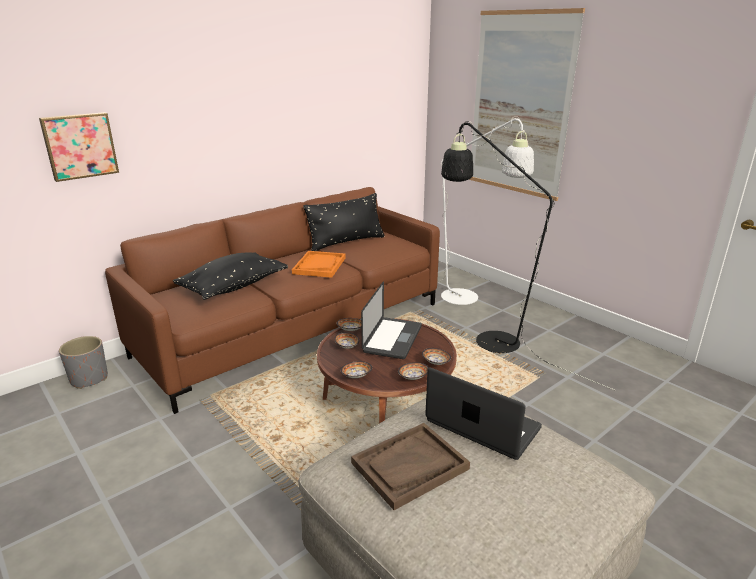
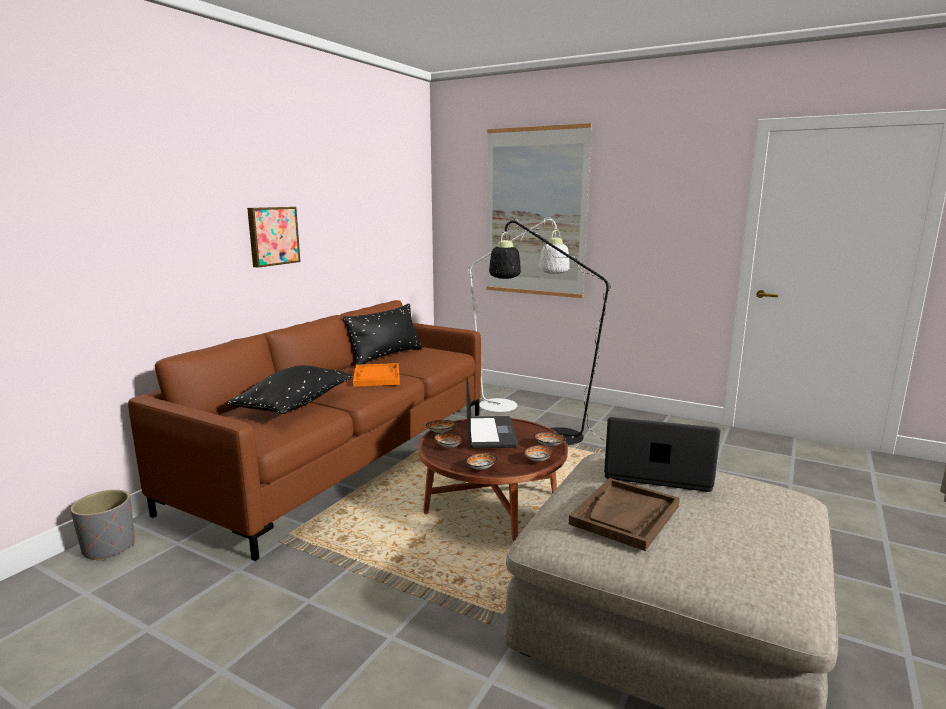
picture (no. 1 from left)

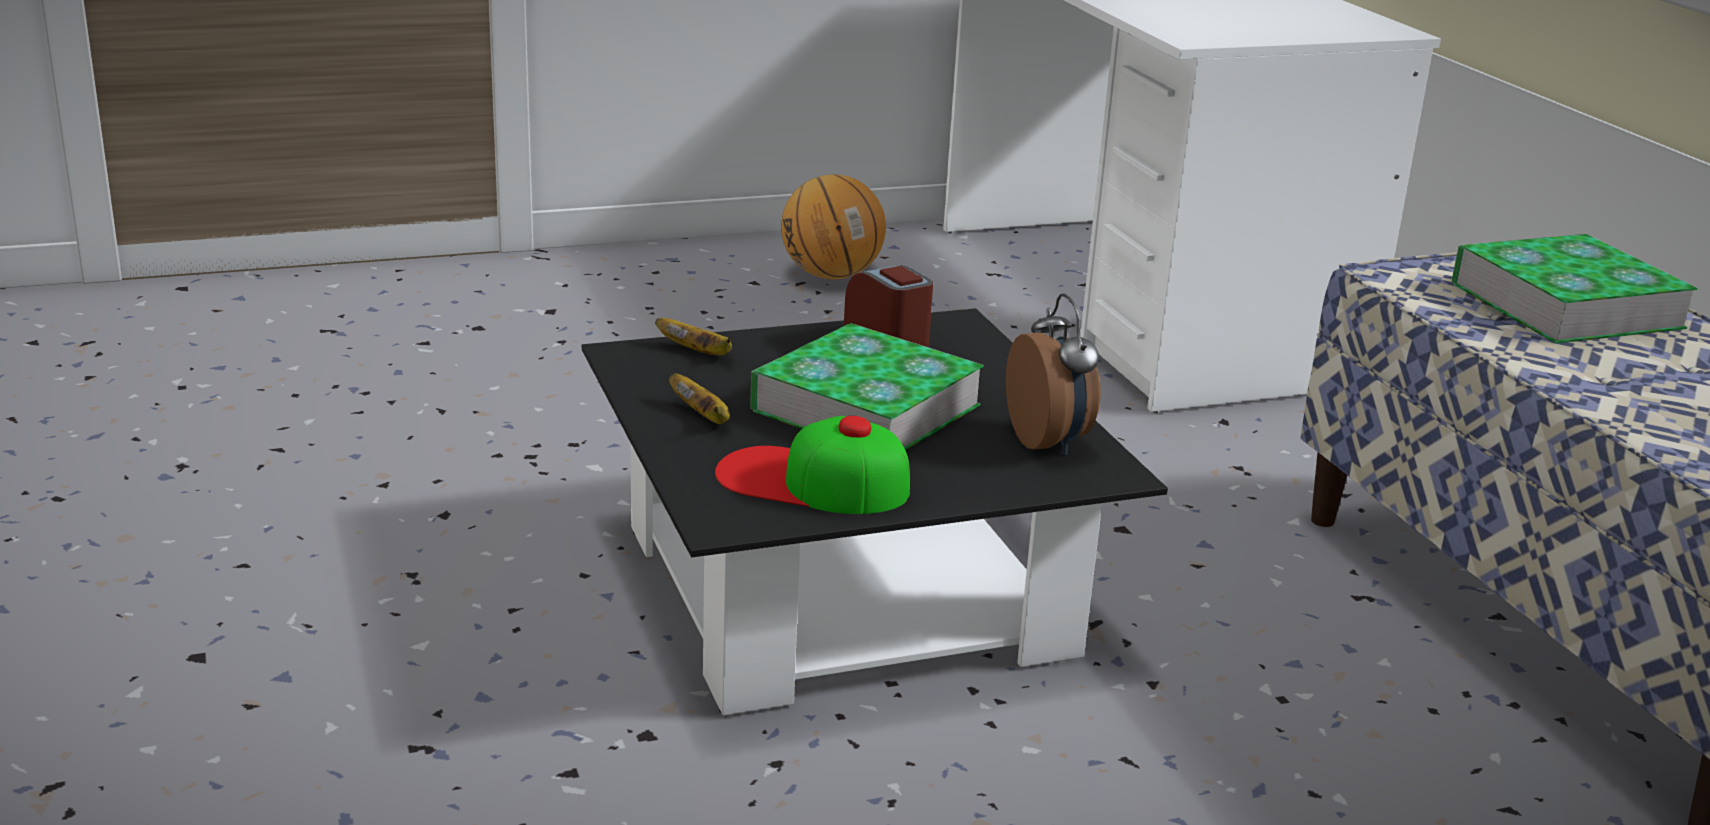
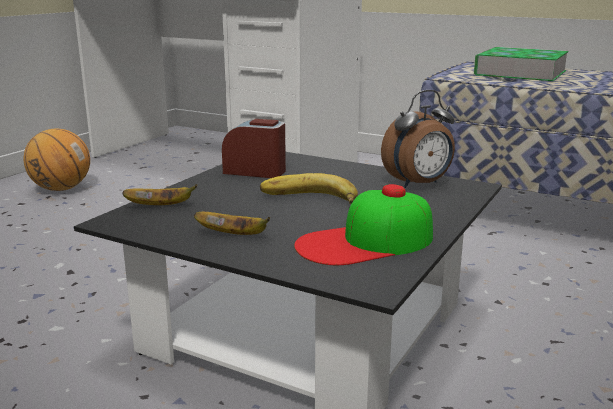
banana (no. 3 from left)
alarm clock (no. 2 from left)

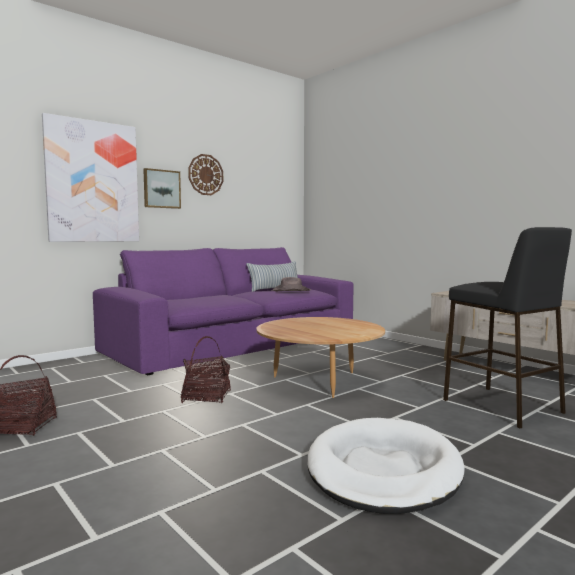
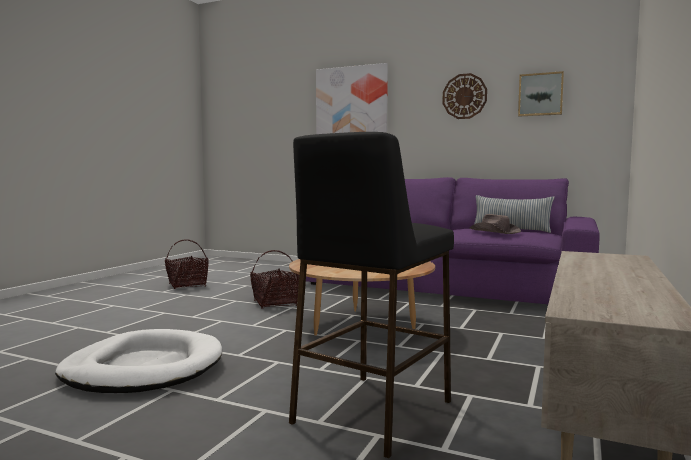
picture (no. 2 from left)

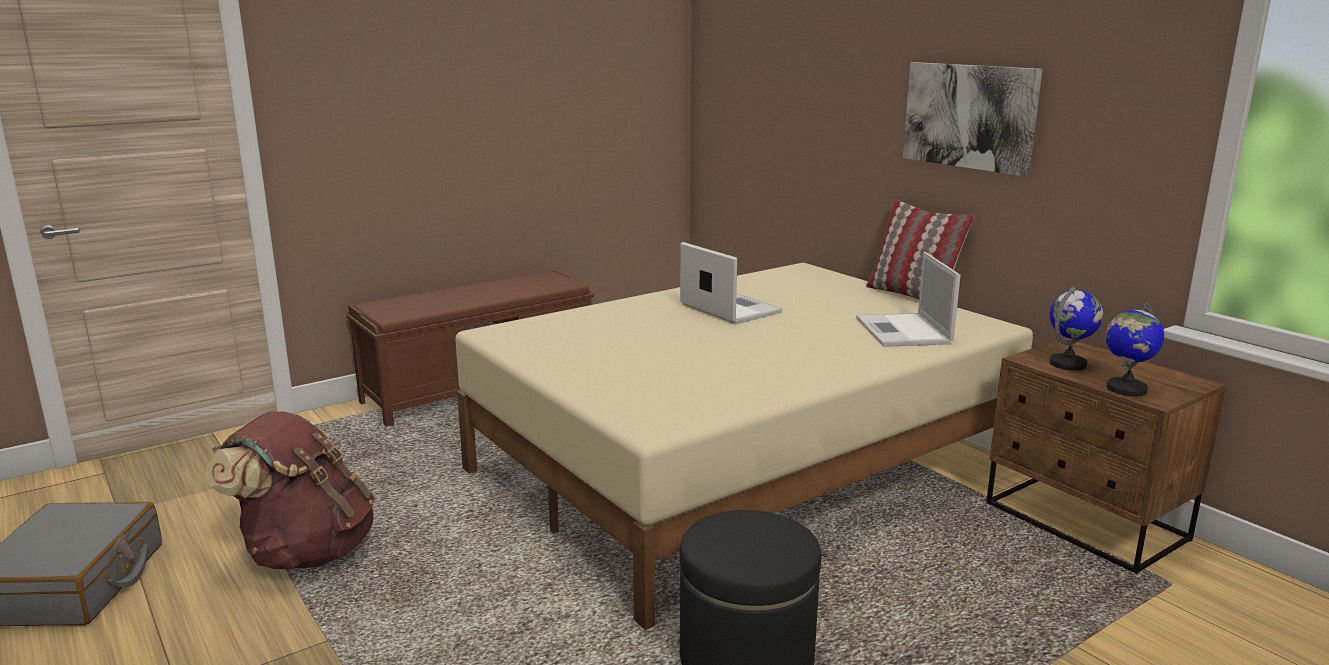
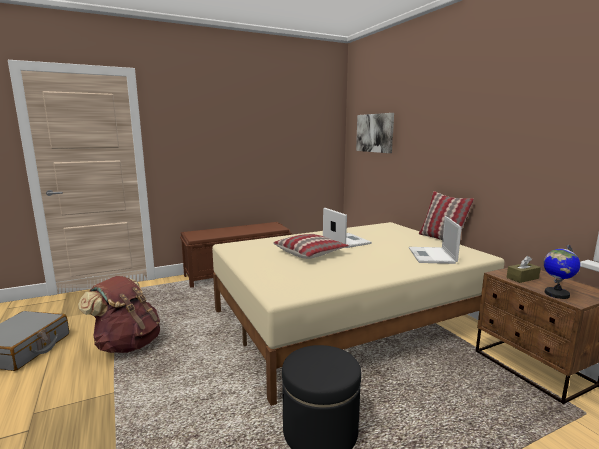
pillow (no. 1 from left)
picture
brown tissue box

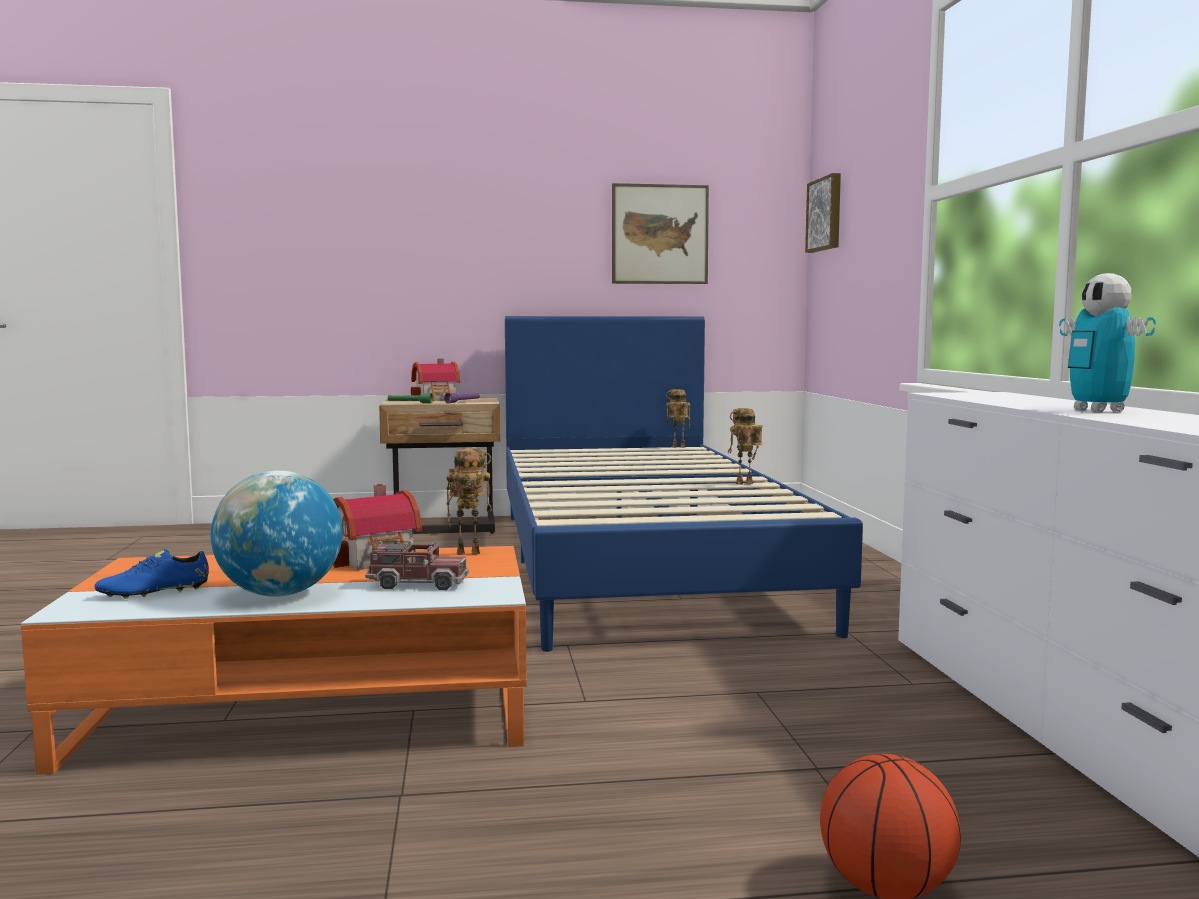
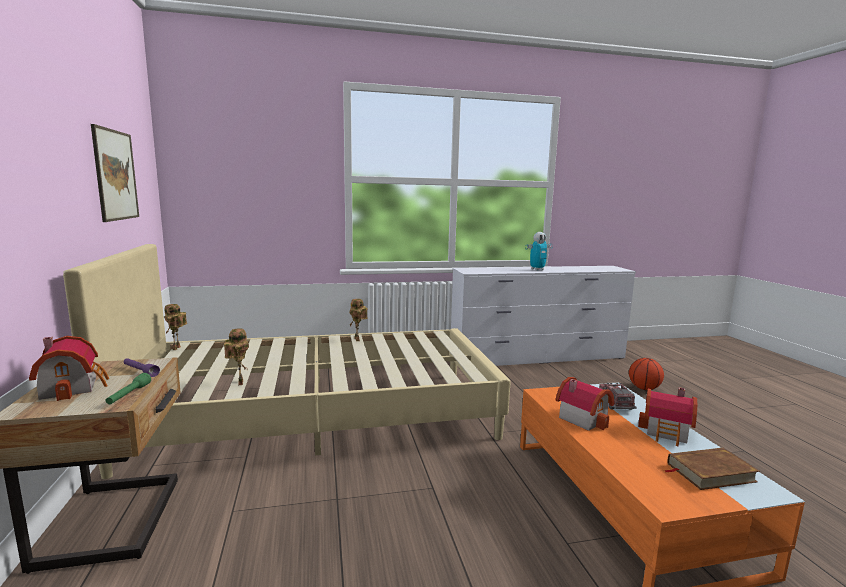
beige bed
toy robot (no. 2 from left)
toy house (no. 3 from left)
brown book
picture (no. 2 from left in the first image)

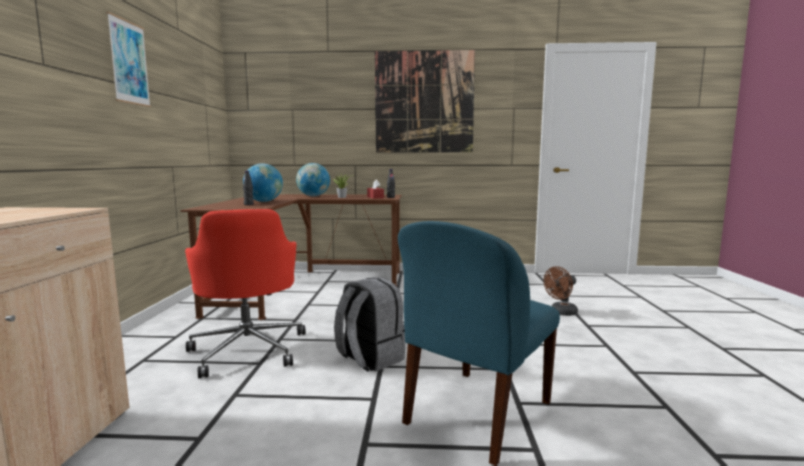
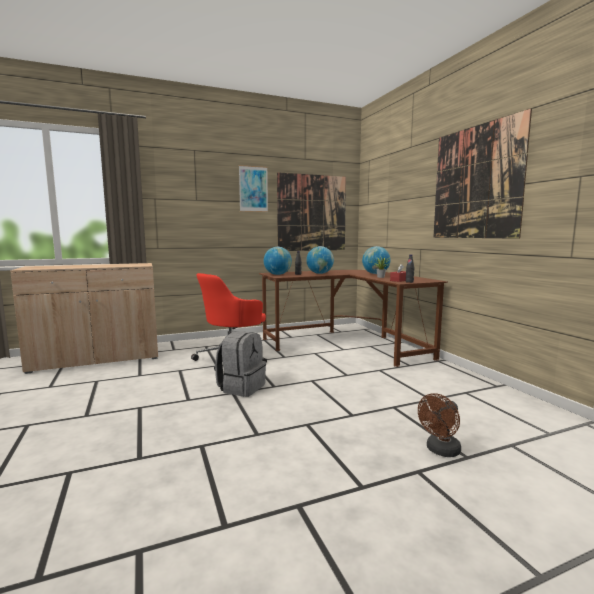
globe (no. 1 from left)
picture (no. 2 from left)
brown fan
blue chair

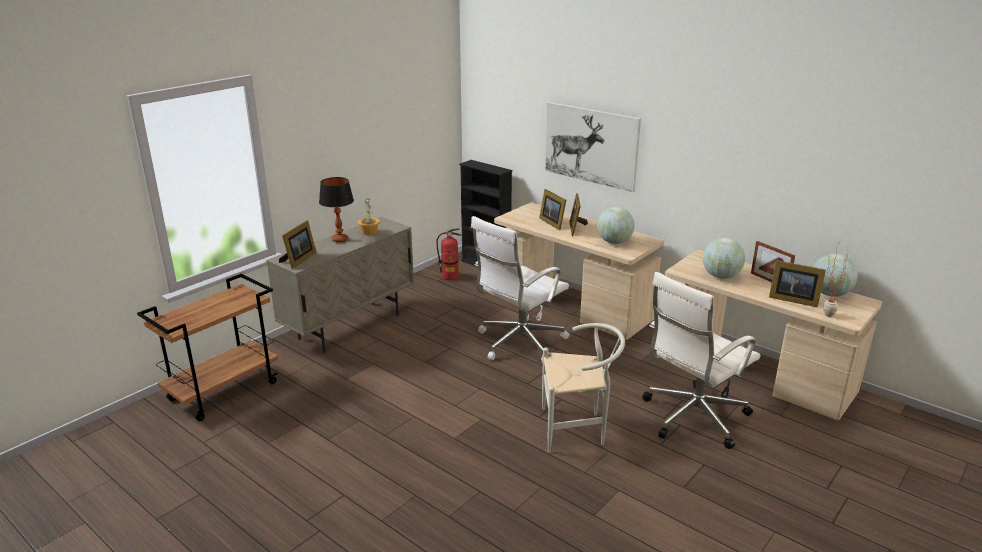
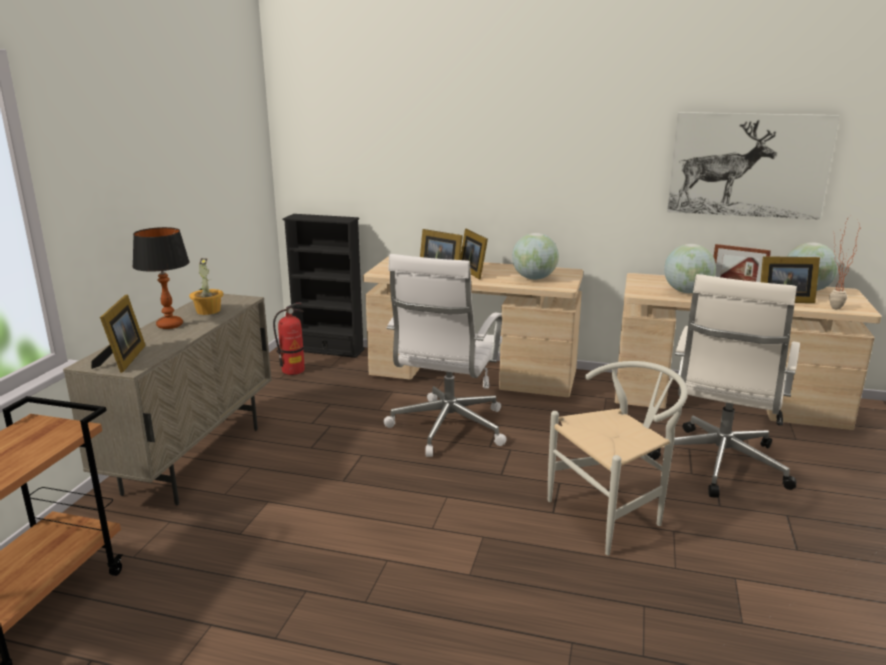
picture

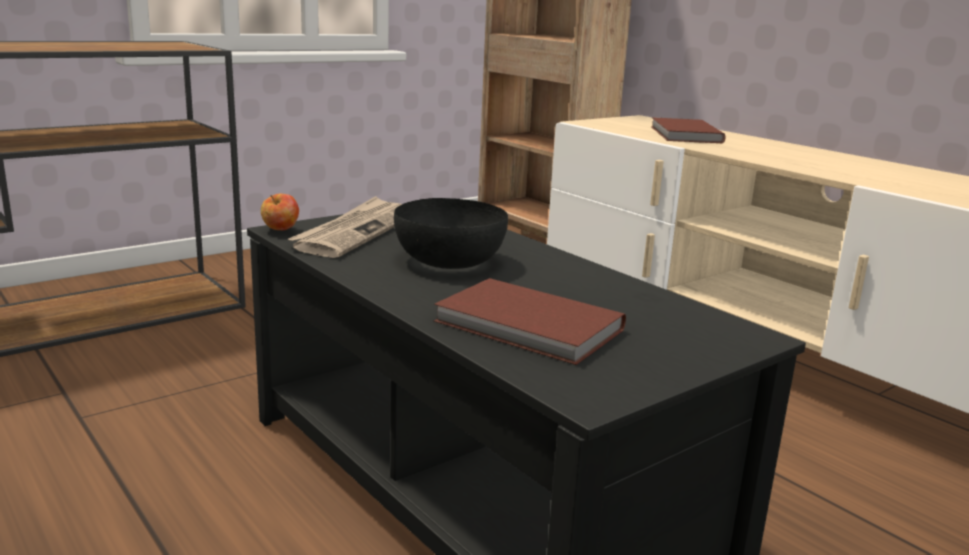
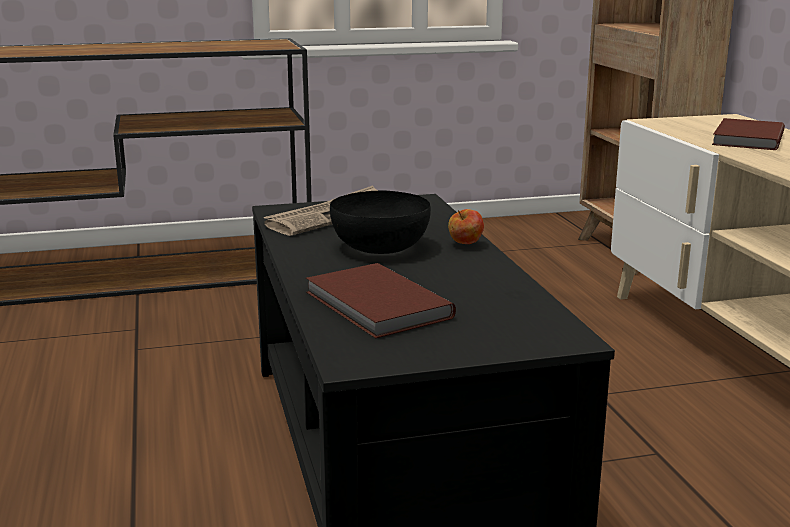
apple

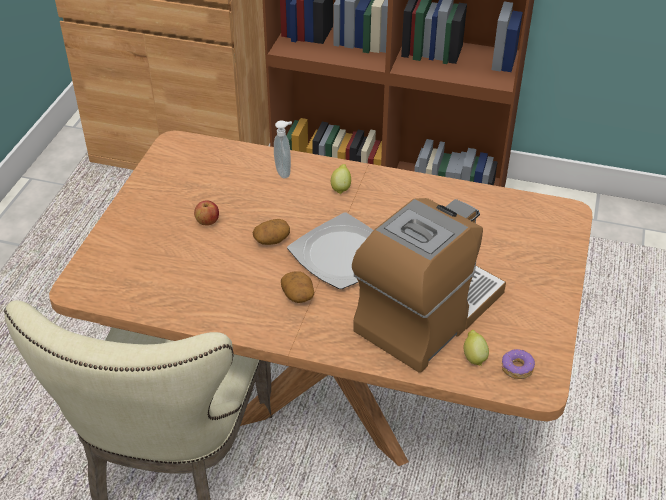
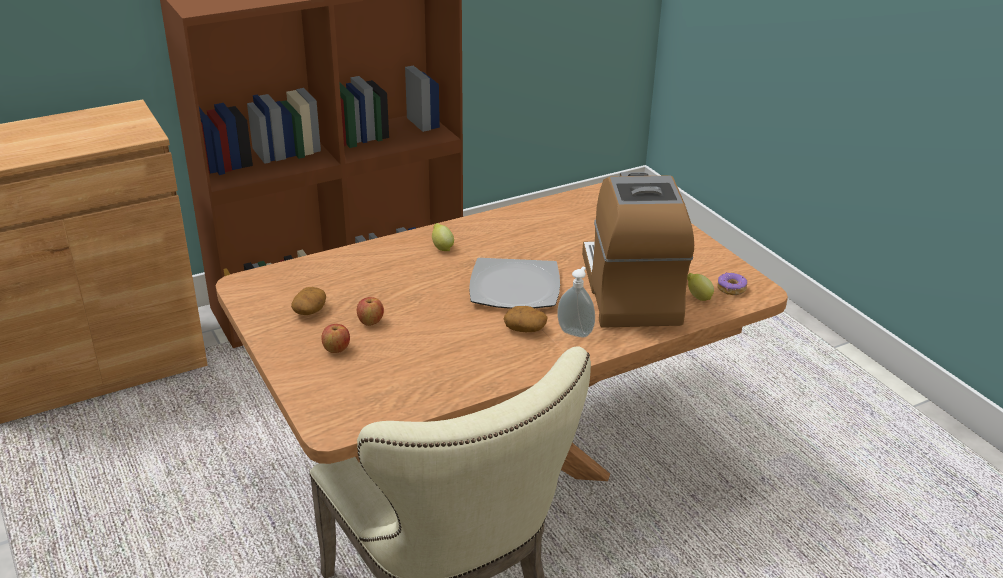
potato (no. 1 from left)
apple (no. 1 from left)
soap dispenser

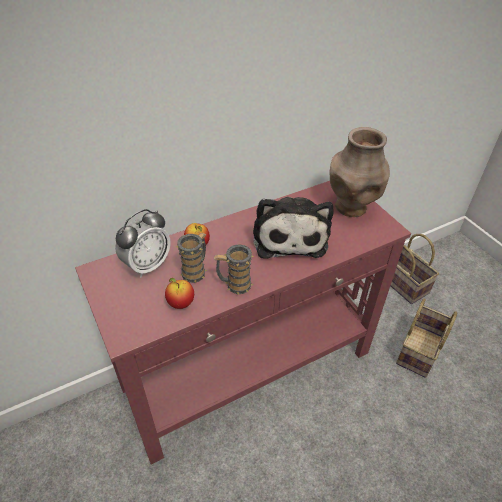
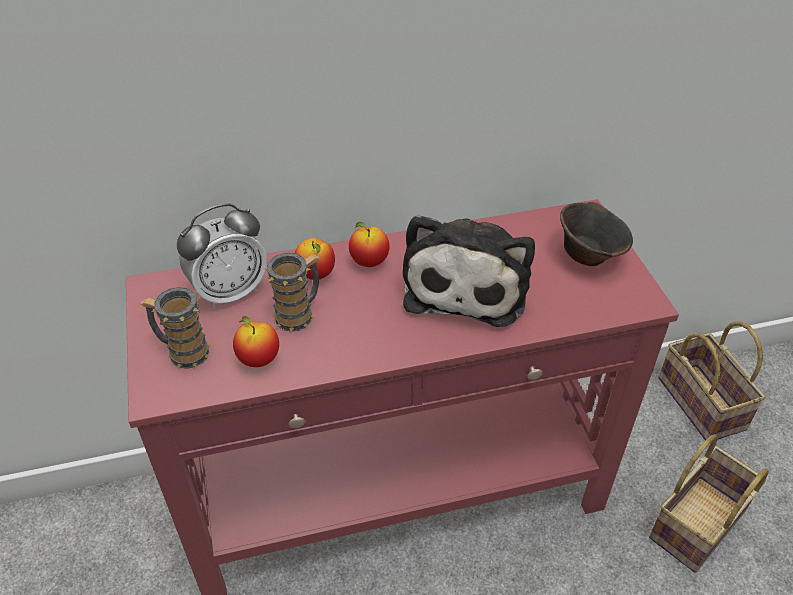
mug (no. 1 from left)
apple (no. 3 from left)
brown bowl

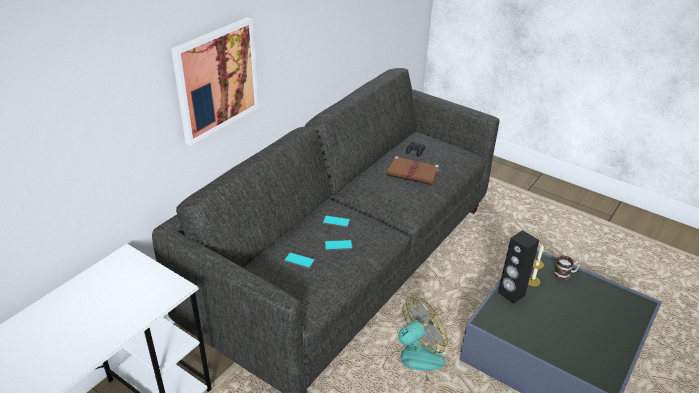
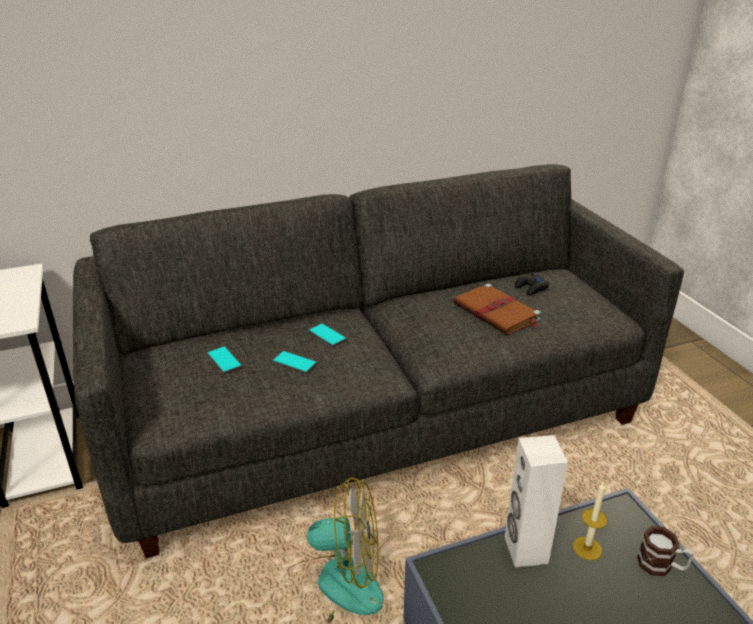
white speaker
picture

